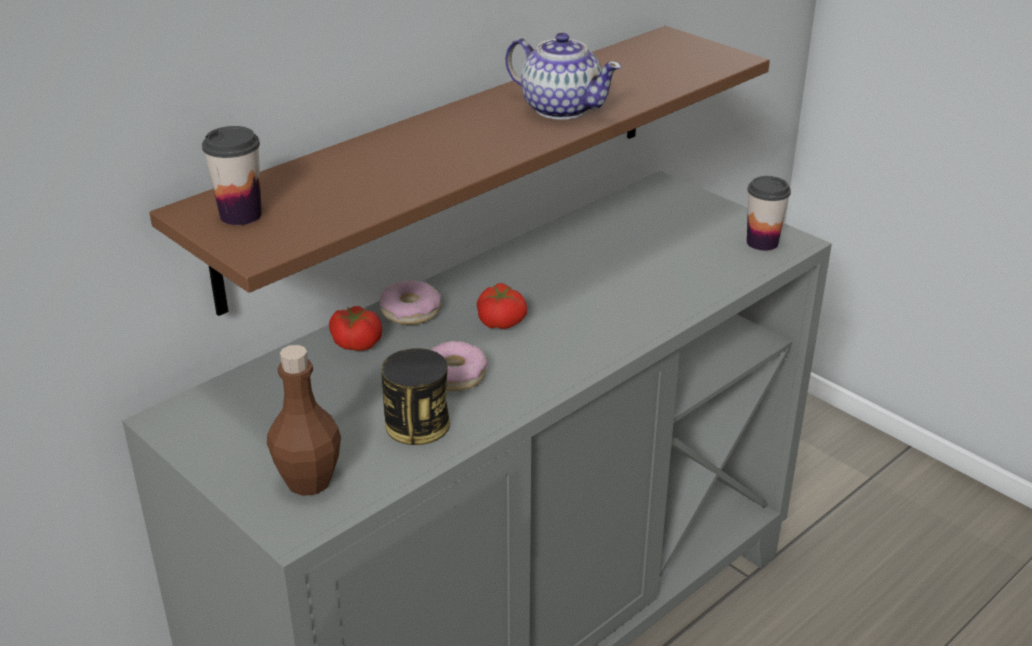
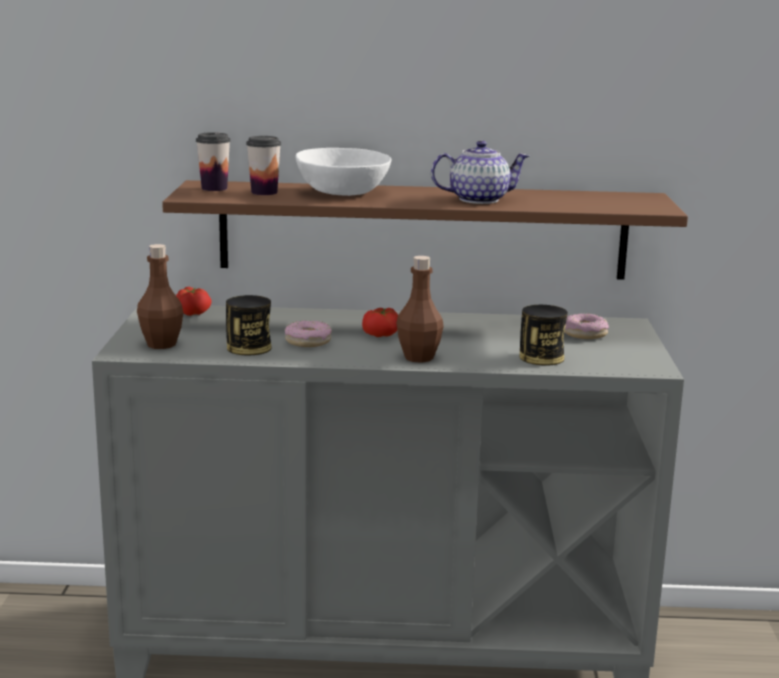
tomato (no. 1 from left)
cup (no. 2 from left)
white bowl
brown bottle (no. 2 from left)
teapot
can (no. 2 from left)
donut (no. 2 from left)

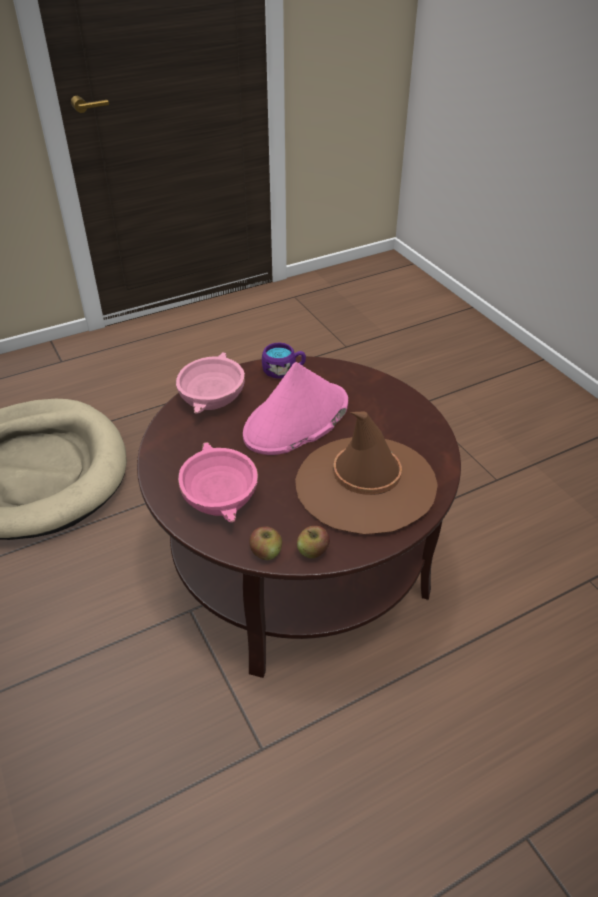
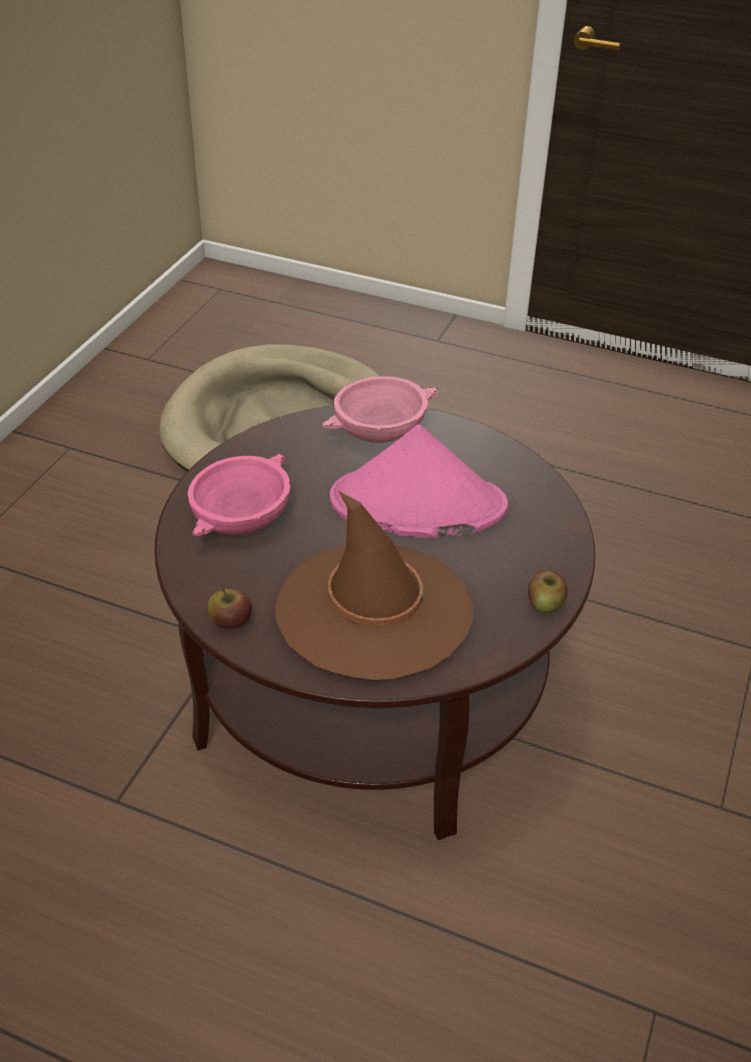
apple (no. 2 from left)
purple mug

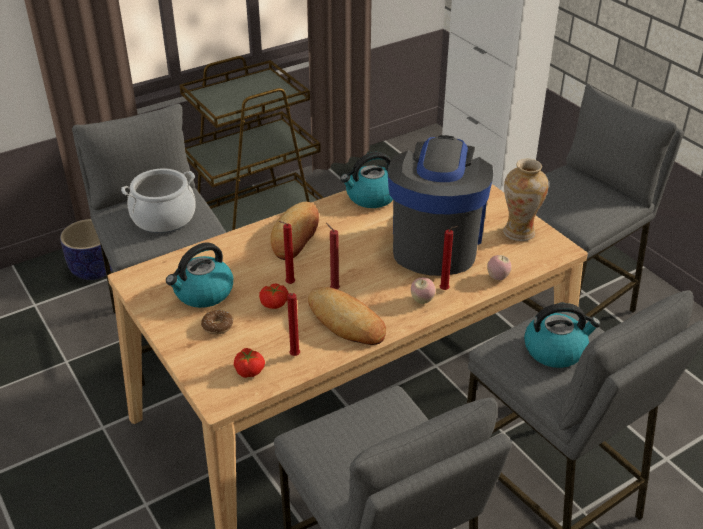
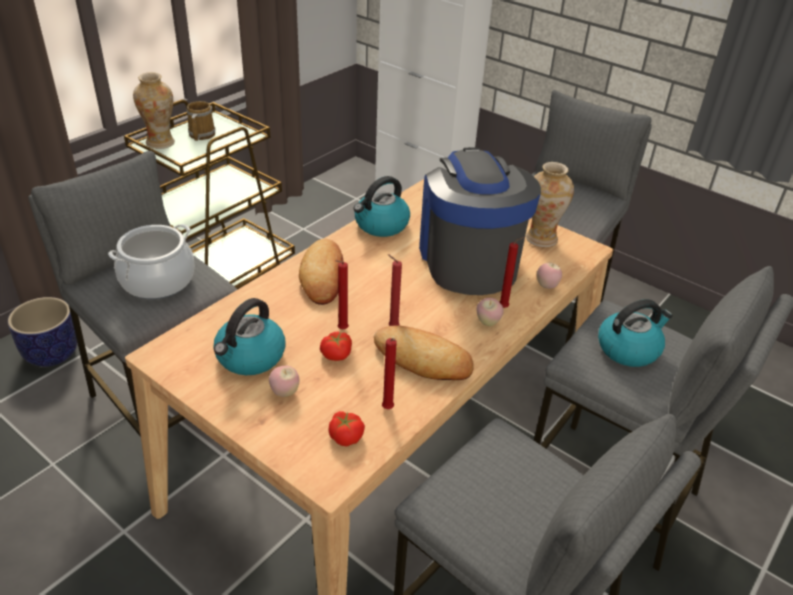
vase (no. 1 from left)
mug
apple (no. 1 from left)

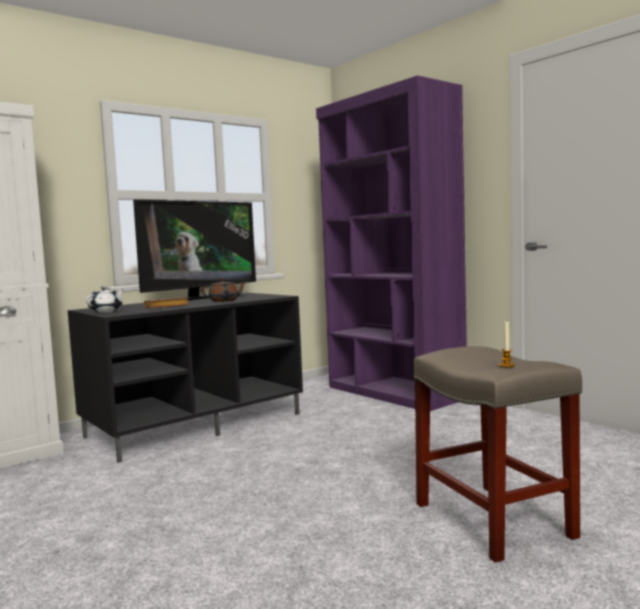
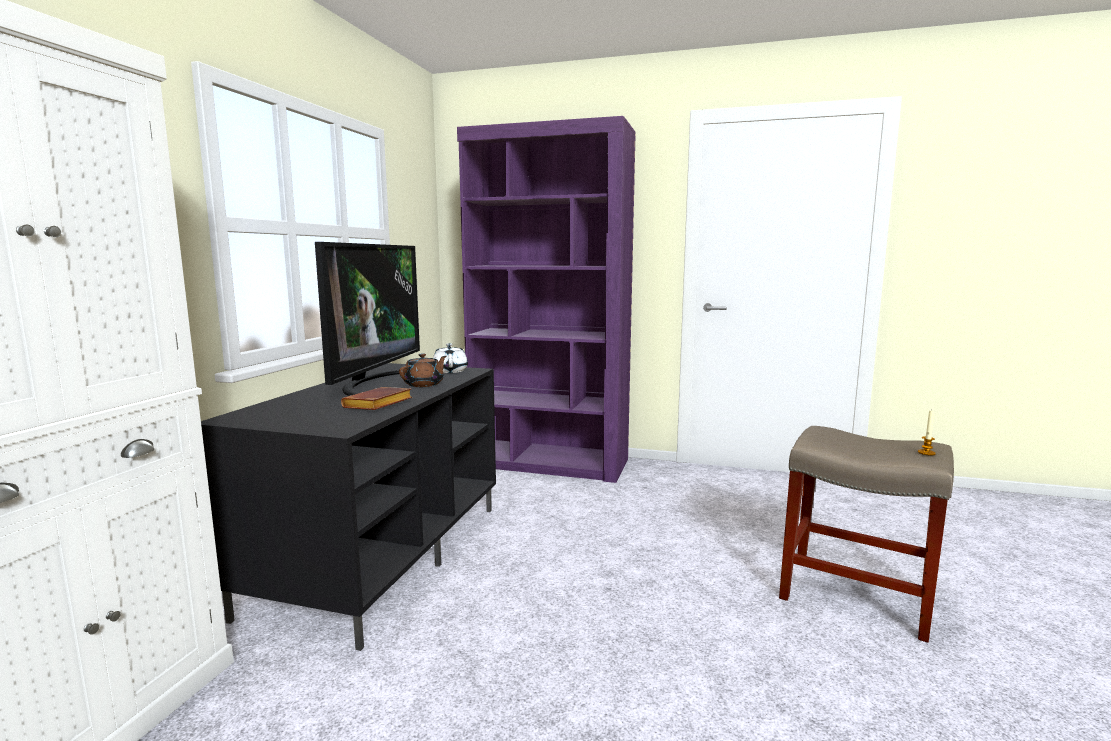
white teapot

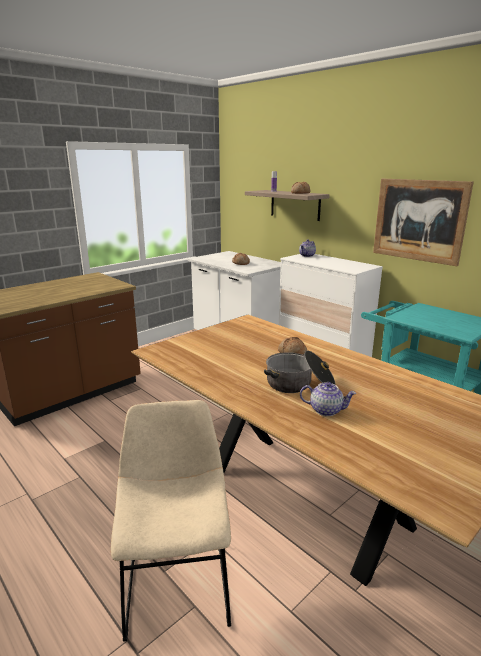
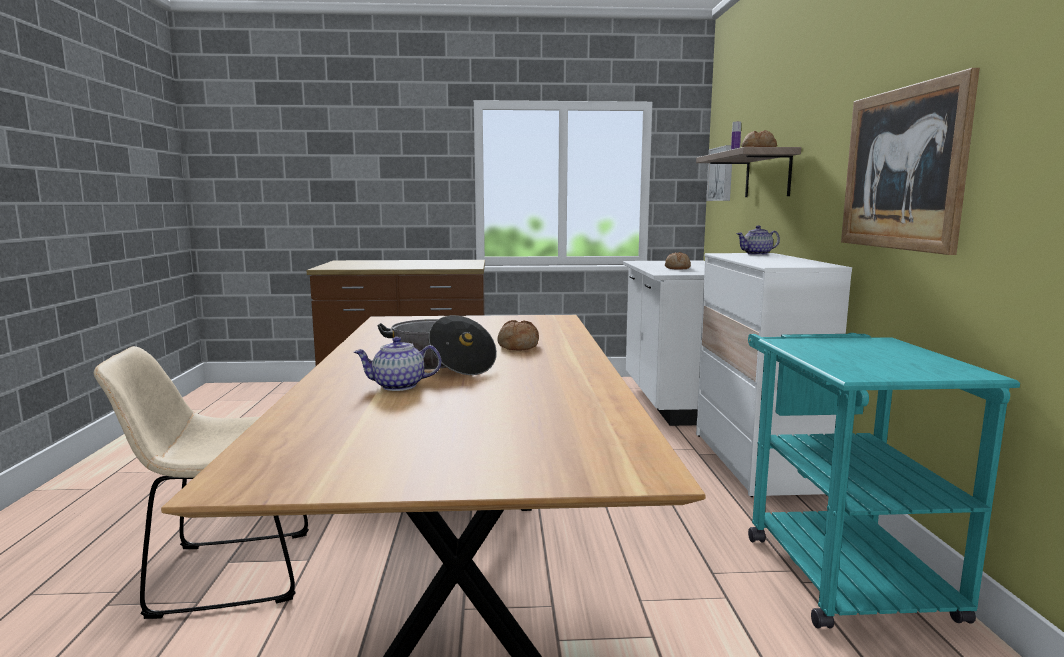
beige chair
teapot (no. 1 from left)
picture (no. 1 from left)

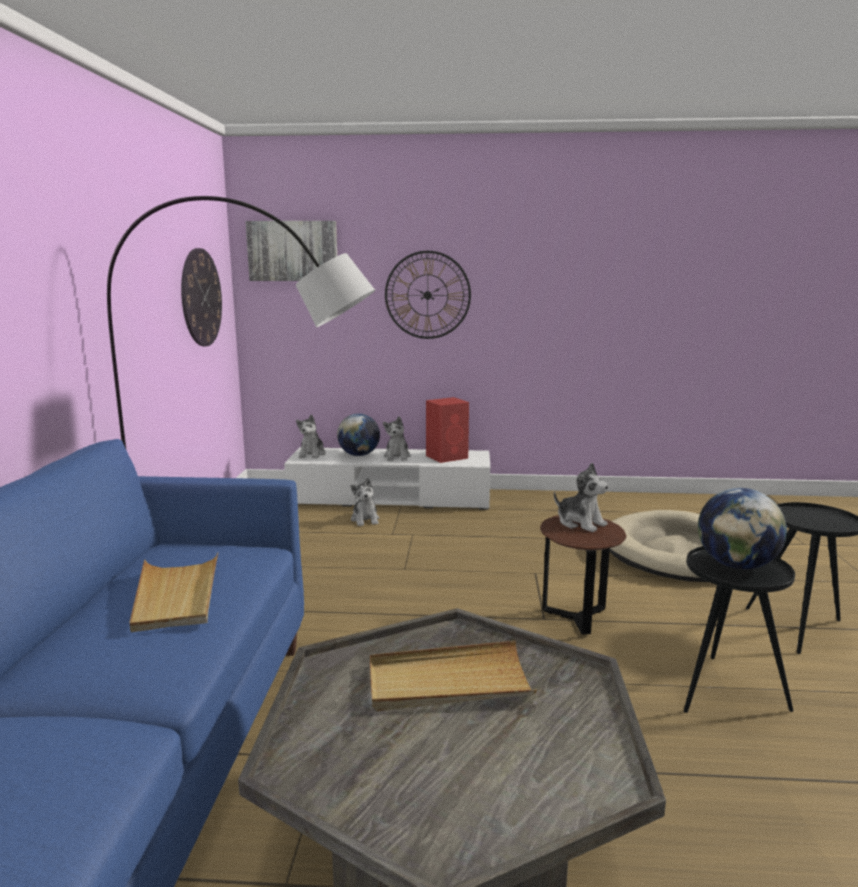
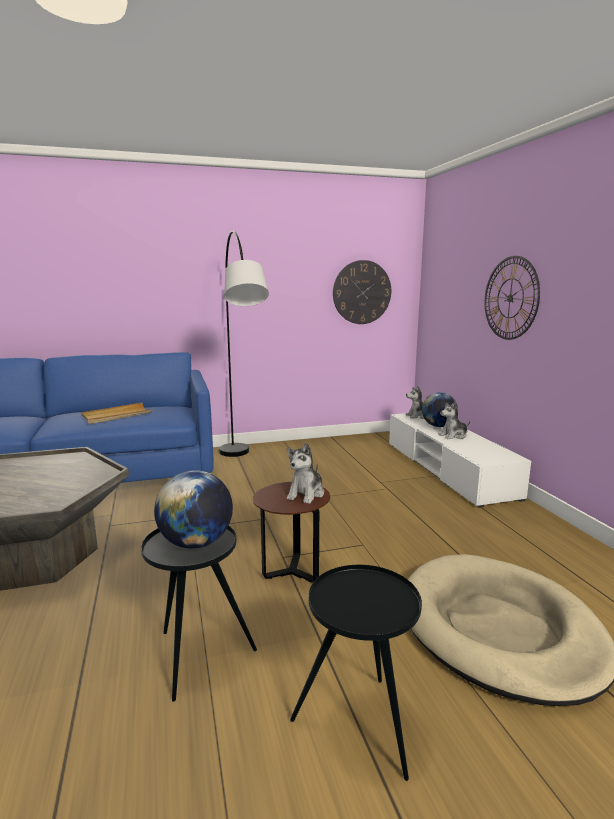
picture
plush toy (no. 2 from left in the first image)
beige tray (no. 2 from left in the first image)
red speaker

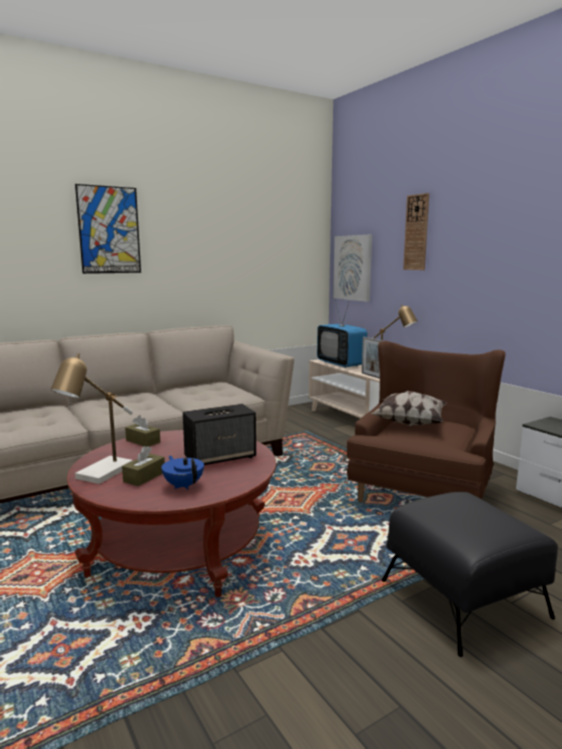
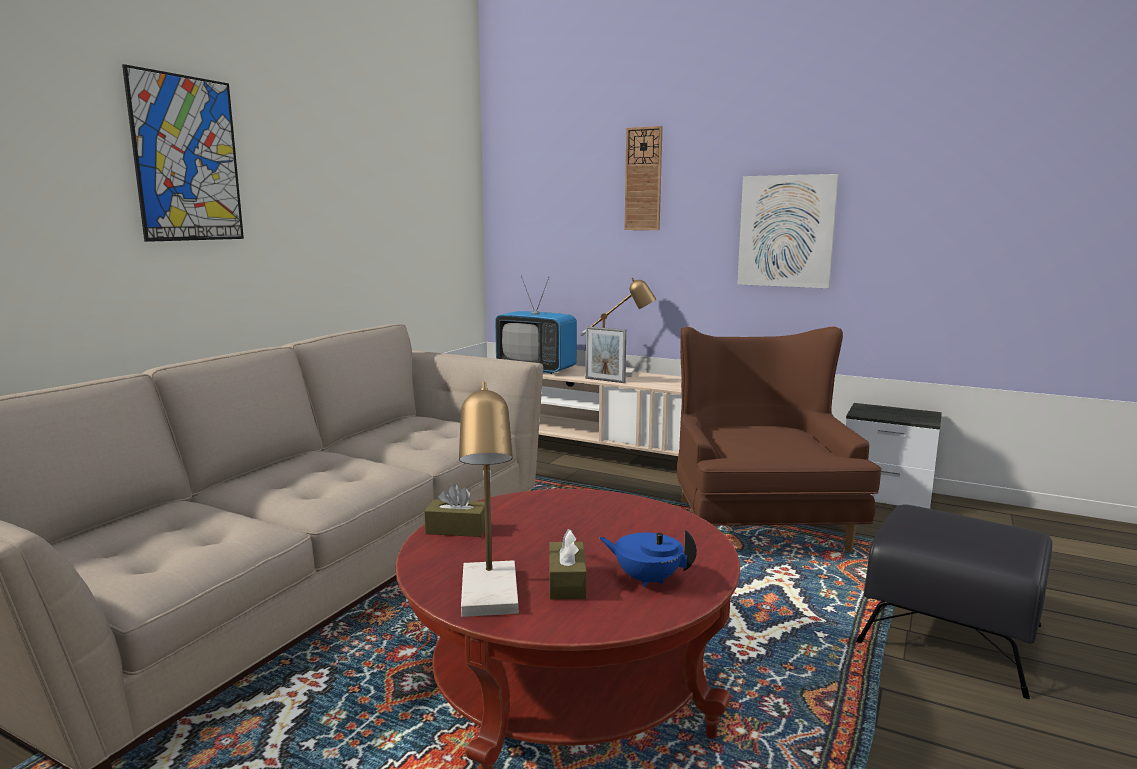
picture (no. 2 from left)
speaker
pillow

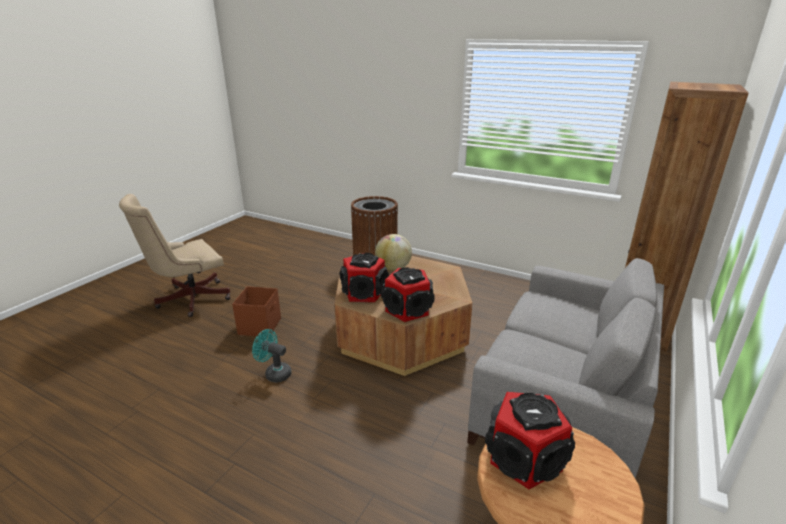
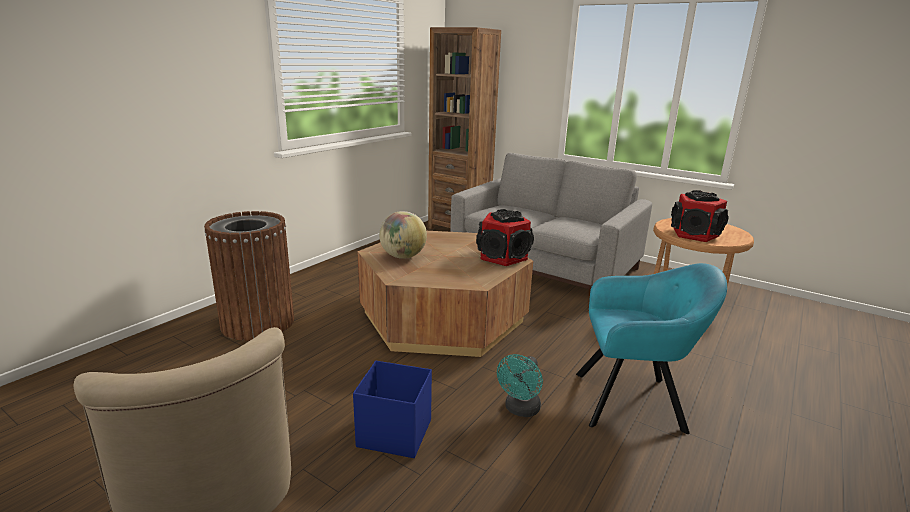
blue storage box
turquoise armchair
speaker (no. 1 from left in the first image)

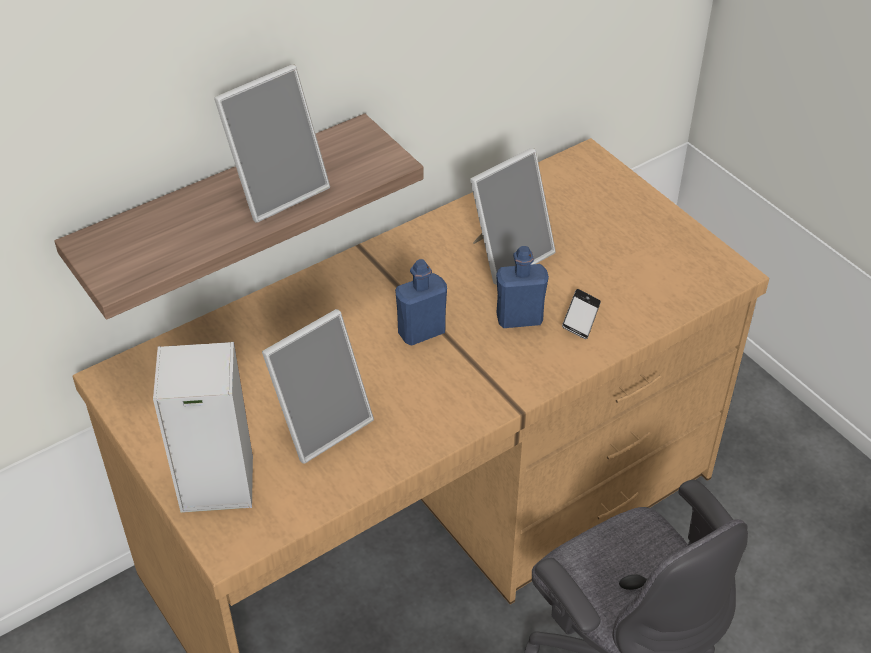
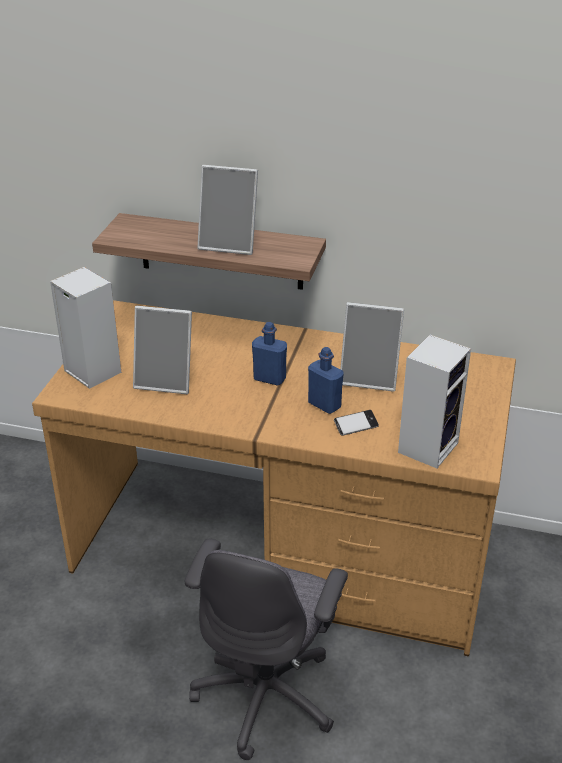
speaker (no. 2 from left)

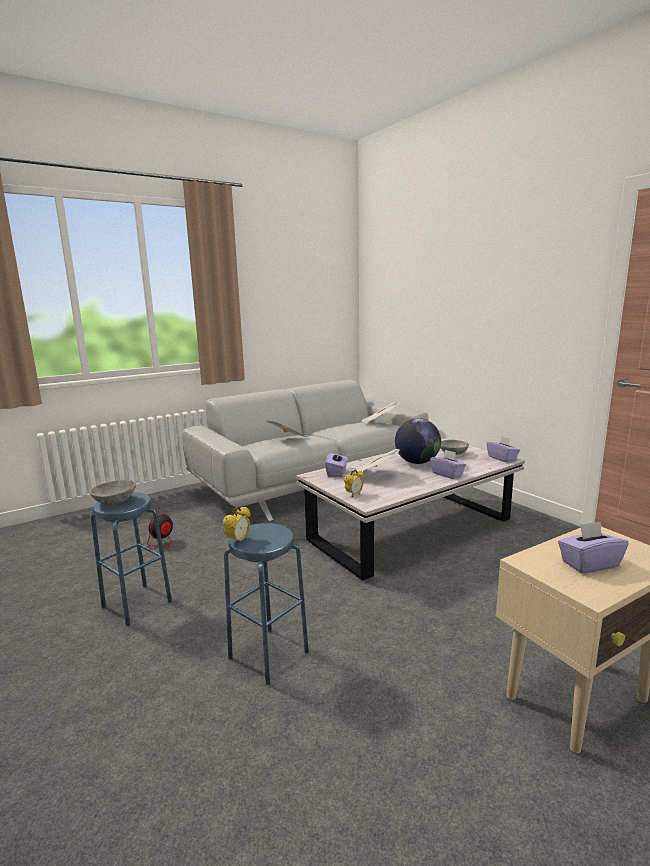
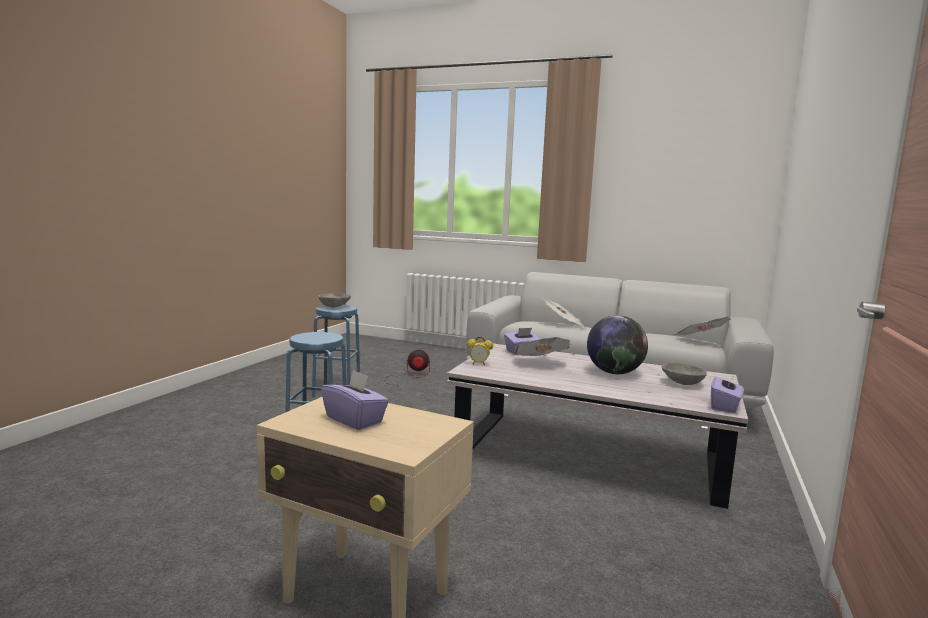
alarm clock (no. 1 from left in the first image)
purple tissue box (no. 2 from left in the first image)

